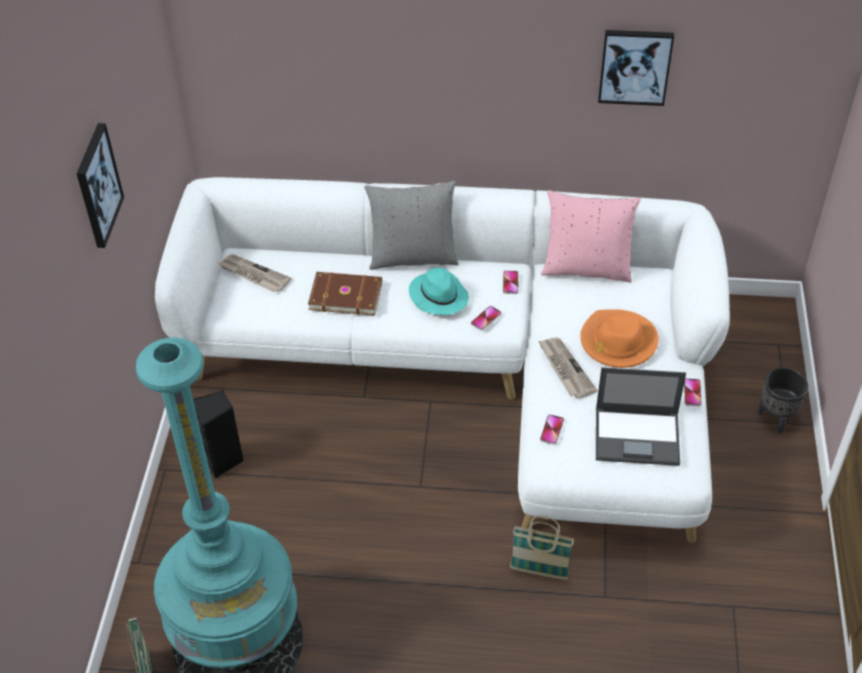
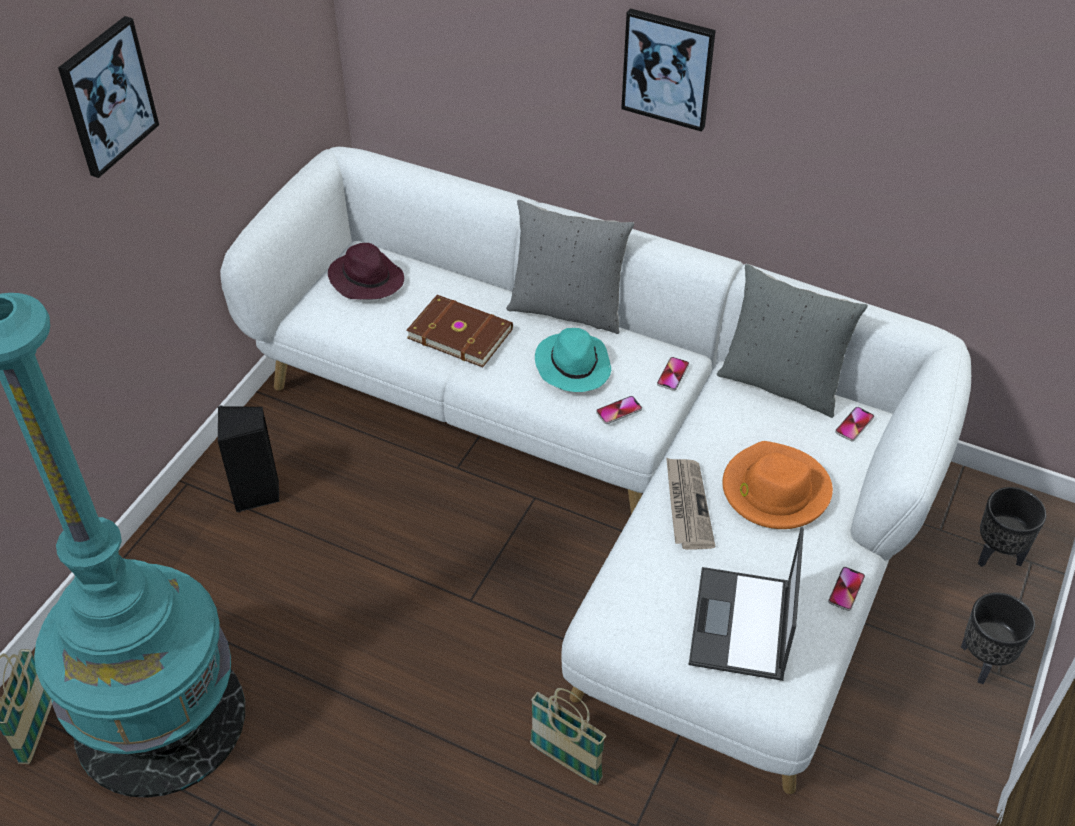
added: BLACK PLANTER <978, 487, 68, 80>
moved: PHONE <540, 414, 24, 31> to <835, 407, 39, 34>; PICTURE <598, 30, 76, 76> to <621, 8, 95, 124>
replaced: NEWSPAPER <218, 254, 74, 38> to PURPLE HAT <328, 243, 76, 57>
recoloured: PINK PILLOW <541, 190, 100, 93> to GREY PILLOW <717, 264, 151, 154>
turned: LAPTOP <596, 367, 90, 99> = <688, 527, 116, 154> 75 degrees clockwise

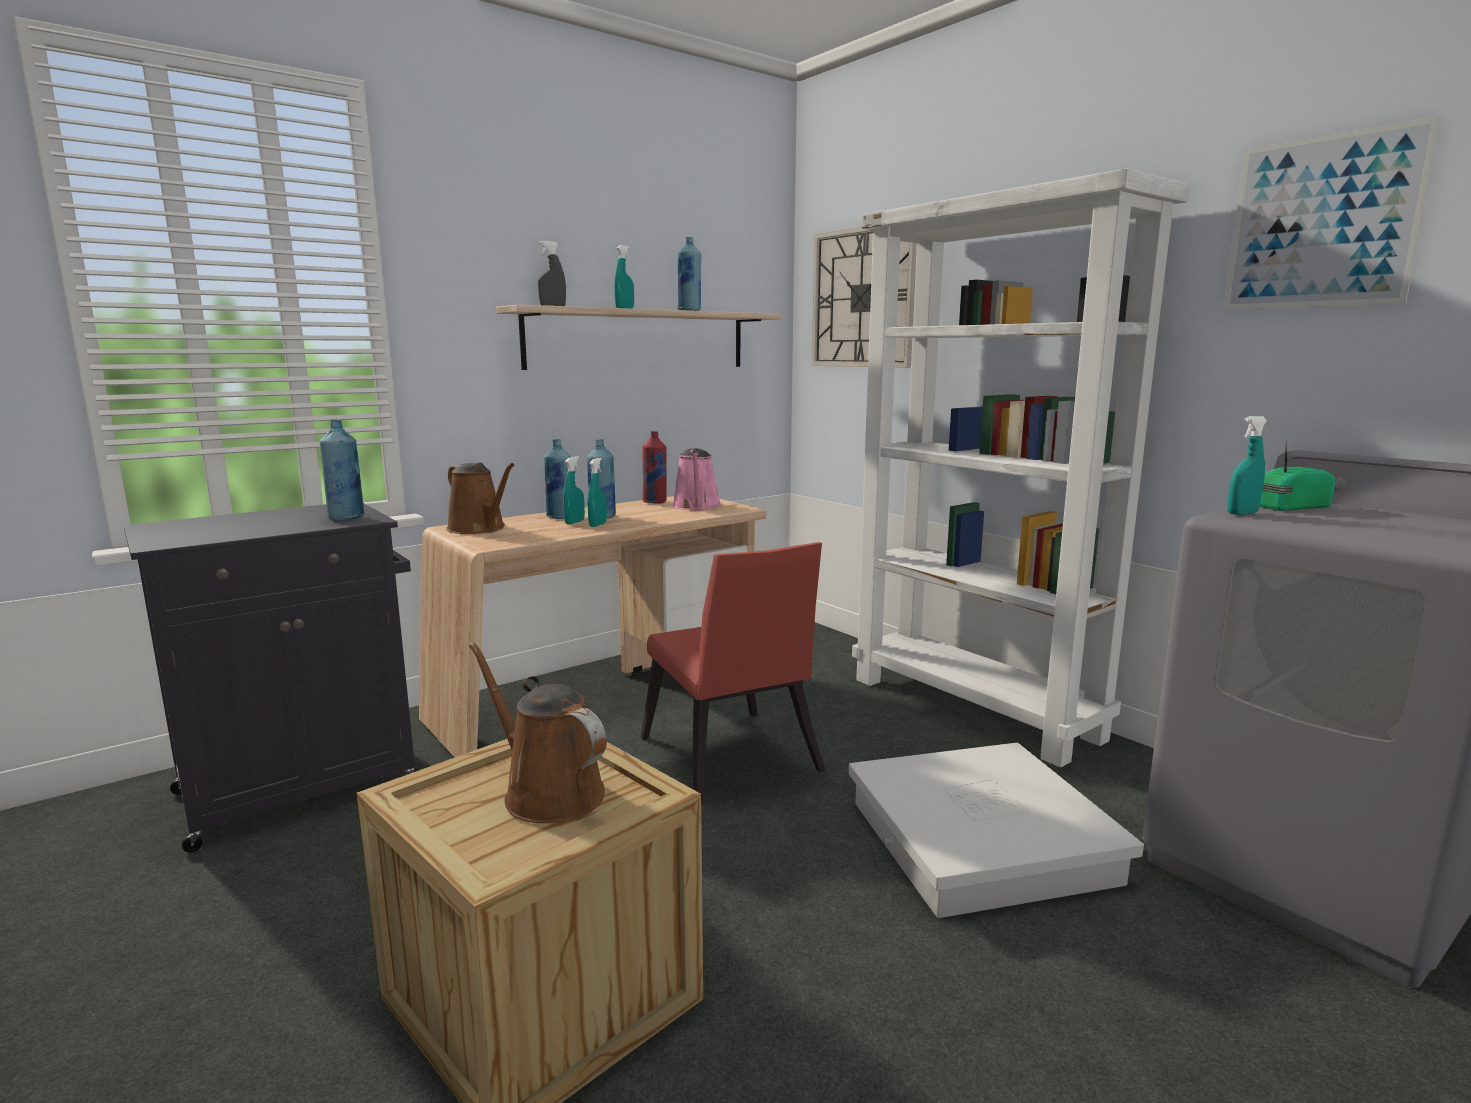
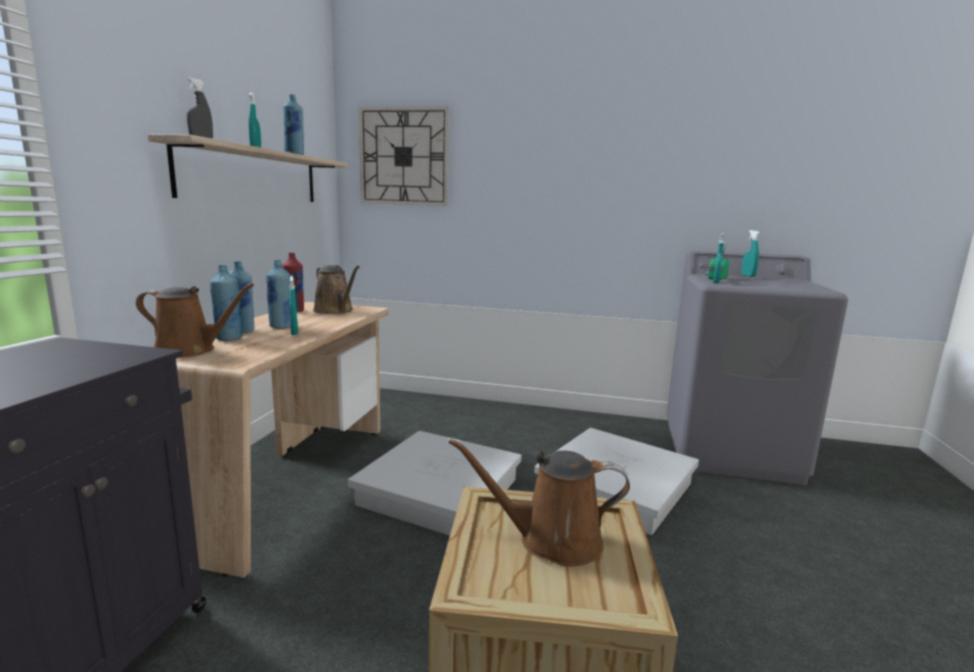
removed: WHITE BOOKCASE <852, 168, 338, 599>; PICTURE <1223, 116, 218, 194>
moved: BLUE BOTTLE <320, 419, 45, 102> to <210, 265, 33, 76>; TURQUOISE SPRAY BOTTLE <563, 456, 22, 68> to <741, 230, 19, 47>
replaced: RED CHAIR <641, 542, 185, 264> to WHITE STORAGE BOX <348, 431, 174, 105>
recoloured: PINK WATERING CAN <672, 448, 49, 62> to BROWN WATERING CAN <313, 265, 47, 49>

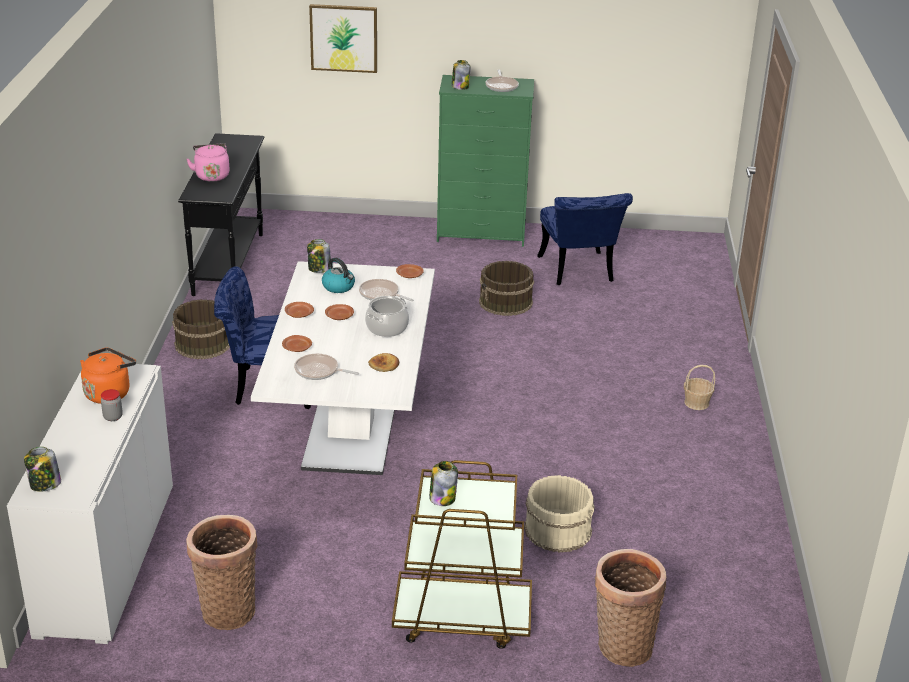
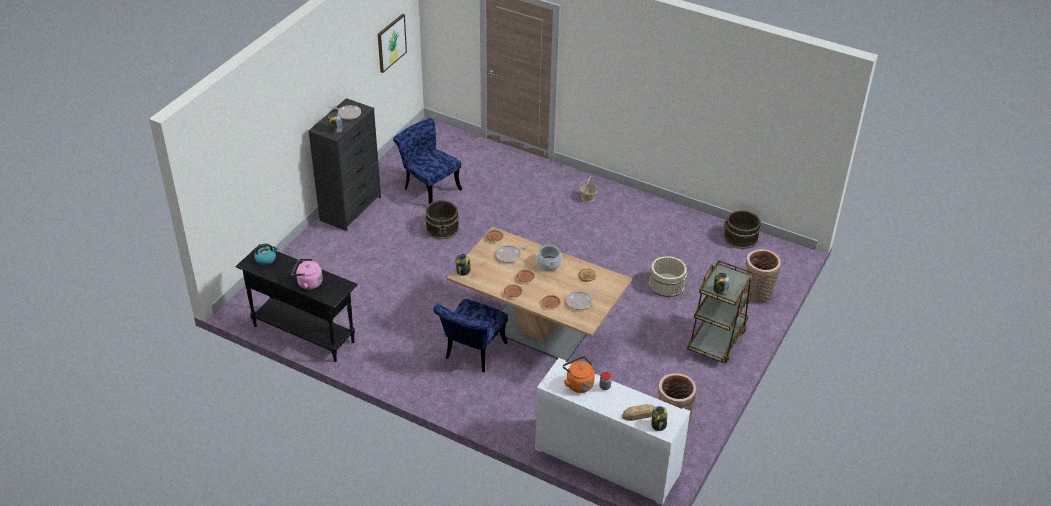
added: BREAD <622, 404, 33, 17>
moved: BROWN BUCKET <172, 299, 58, 61> to <723, 210, 38, 39>; PICTURE <309, 4, 68, 69> to <378, 14, 29, 59>; KETTLE <322, 258, 33, 35> to <254, 244, 24, 21>
recoloured: WHITE DINING TABLE <251, 261, 184, 214> to BROWN DINING TABLE <447, 227, 185, 135>; GREEN DRESSER <437, 75, 97, 172> to BLACK DRESSER <308, 98, 73, 133>
turned: BLUE CHAIR <537, 193, 96, 92> = <393, 118, 69, 86> 150 degrees counterclockwise

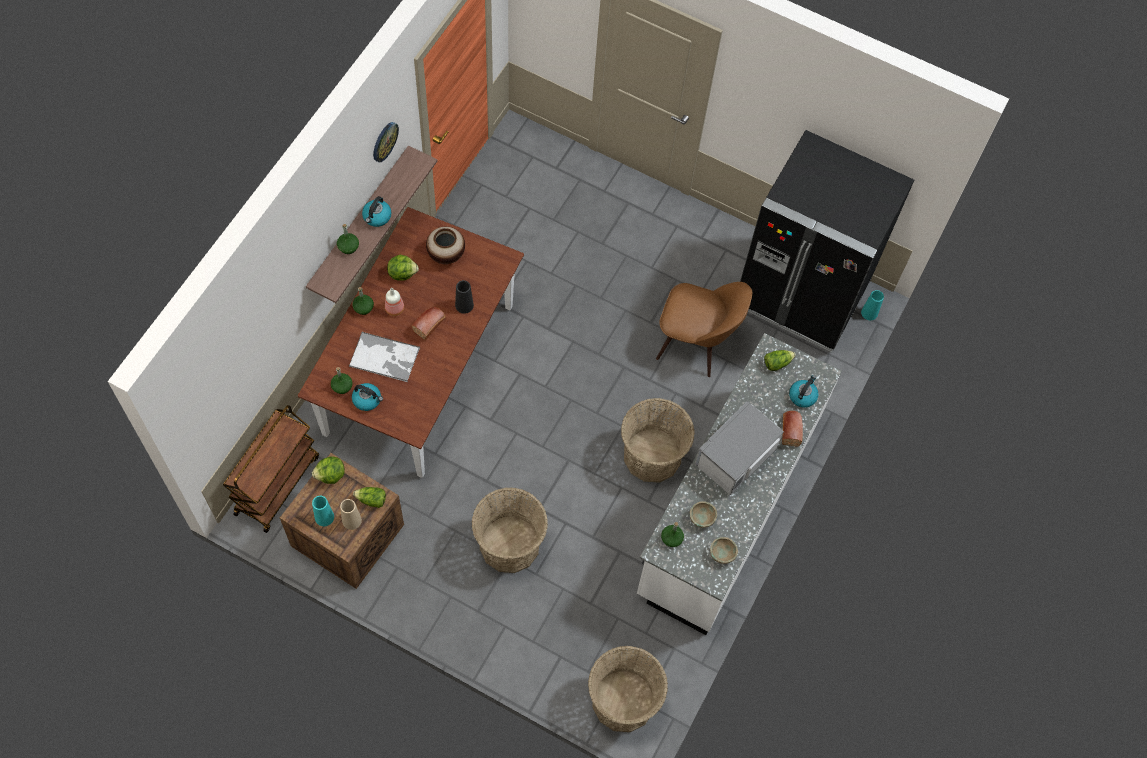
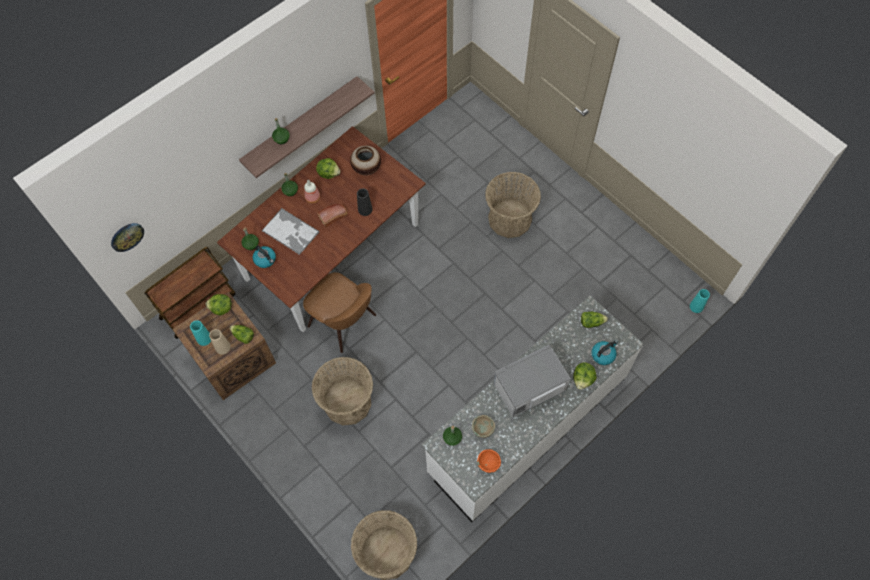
removed: KETTLE <362, 196, 30, 31>; BLACK FRIDGE <740, 130, 174, 222>
moved: WALL CLOCK <373, 122, 26, 40> to <111, 223, 33, 29>; BASKET <621, 398, 73, 85> to <485, 172, 56, 66>; BROWN CHAIR <656, 282, 96, 95> to <303, 272, 73, 81>
replaced: BREAD <782, 411, 21, 36> to LETTUCE <573, 362, 24, 28>
recoloured: BEIGE BOWL <710, 537, 28, 27> to ORANGE BOWL <477, 449, 24, 24>

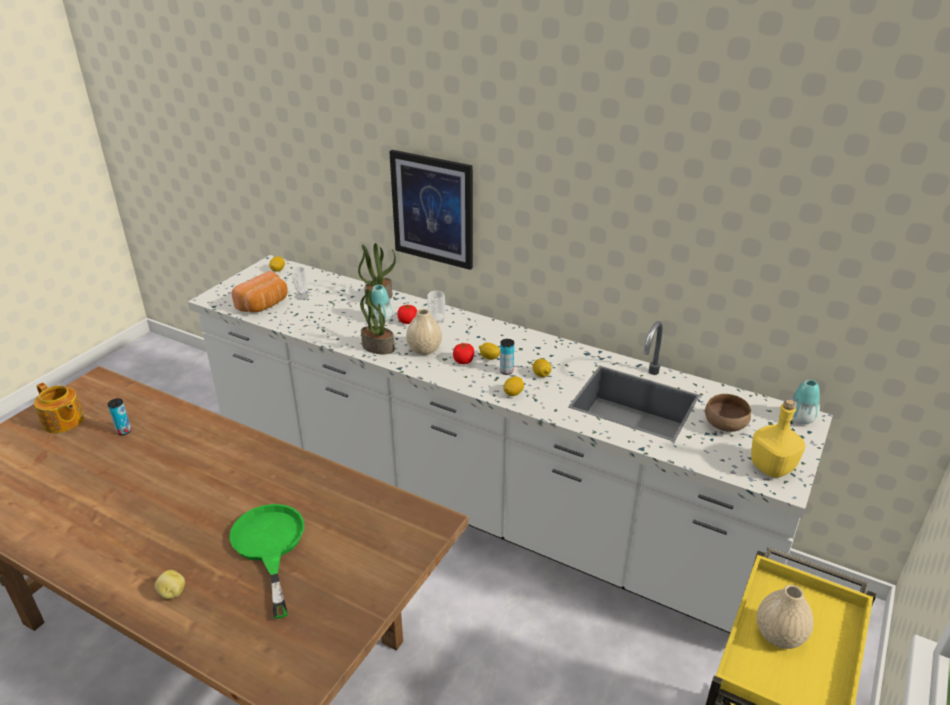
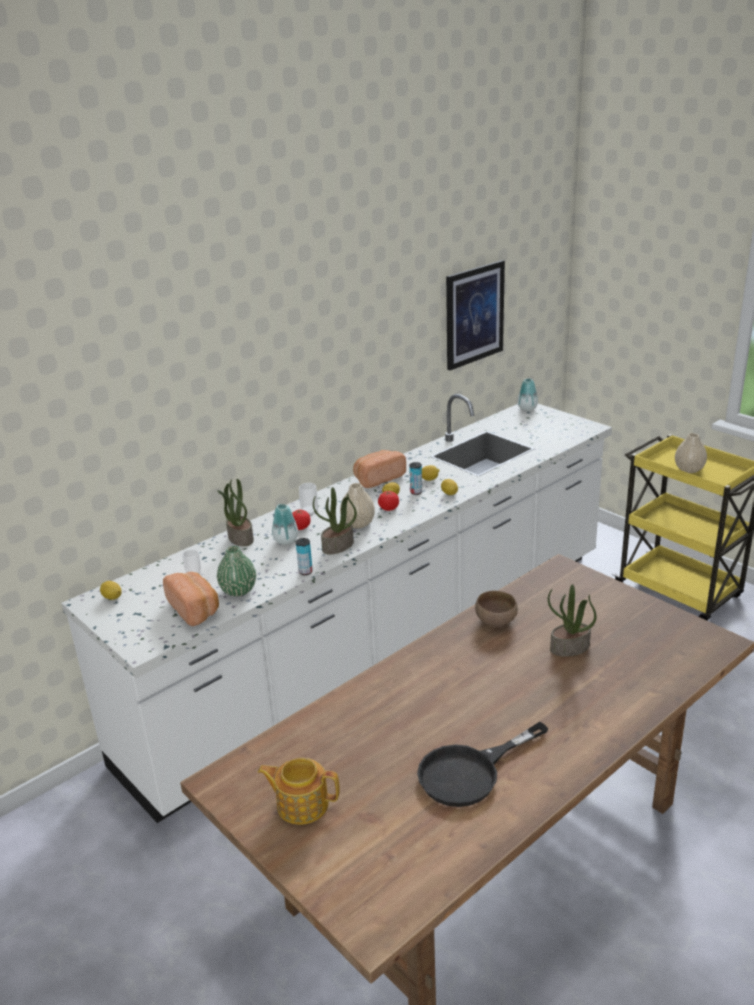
removed: POTATO <155, 570, 30, 29>; YELLOW BOTTLE <751, 400, 55, 78>
added: GREEN VASE <217, 546, 39, 50>; BREAD <353, 450, 53, 38>; BLACK FRYING PAN <417, 722, 131, 85>
moved: CAN <107, 398, 24, 37> to <296, 538, 17, 37>; PICTURE <389, 150, 84, 120> to <446, 260, 59, 111>; BROWN BOWL <705, 394, 46, 38> to <475, 590, 43, 36>
replaced: GREEN FRYING PAN <229, 504, 75, 115> to POTTED PLANT <548, 584, 49, 73>
turned: TEAPOT <34, 383, 50, 50> = <258, 758, 82, 67> 135 degrees counterclockwise

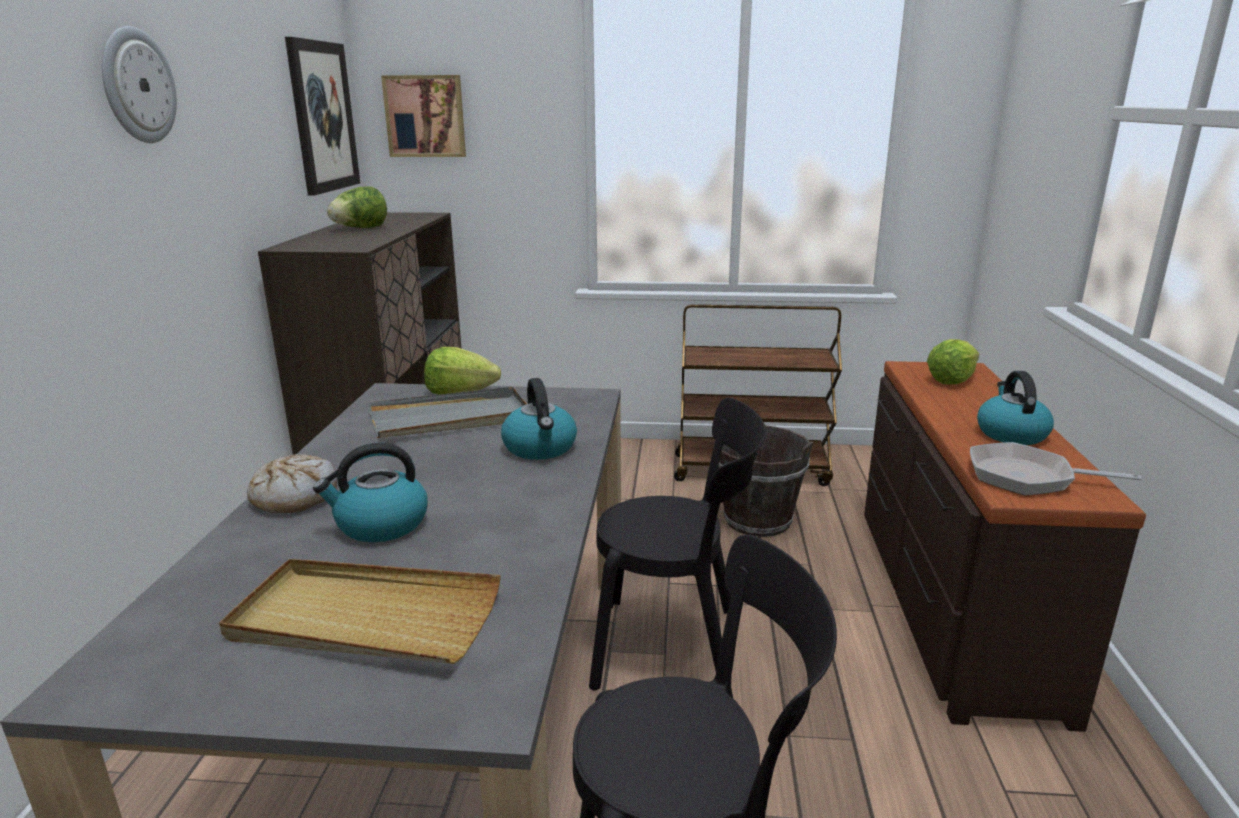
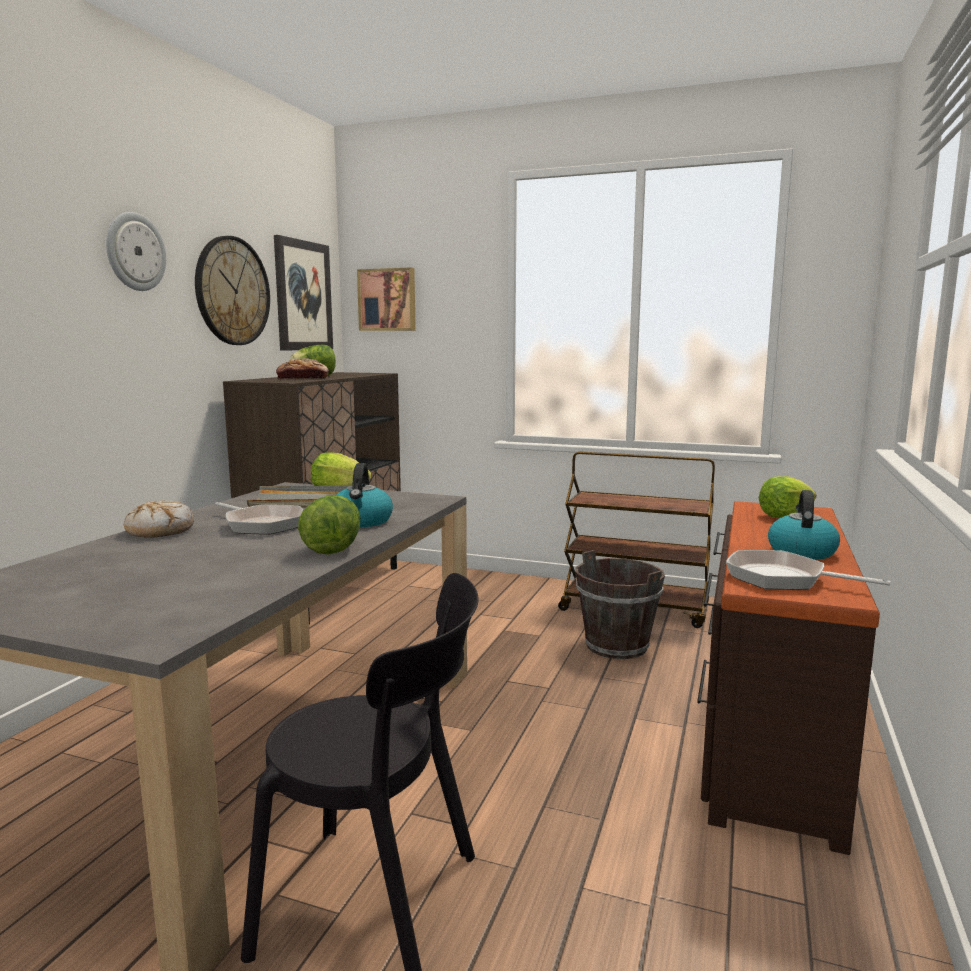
removed: BEIGE TRAY <219, 559, 282, 105>; KETTLE <313, 443, 115, 99>; BLACK CHAIR <589, 398, 177, 300>
added: WALL CLOCK <195, 236, 75, 109>; FRYING PAN <215, 502, 88, 32>; BREAD <276, 358, 53, 21>; LETTUCE <298, 496, 62, 59>

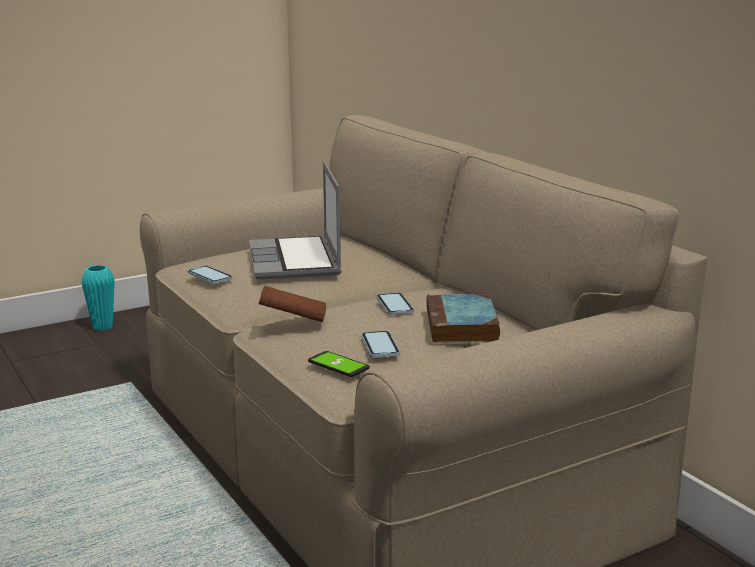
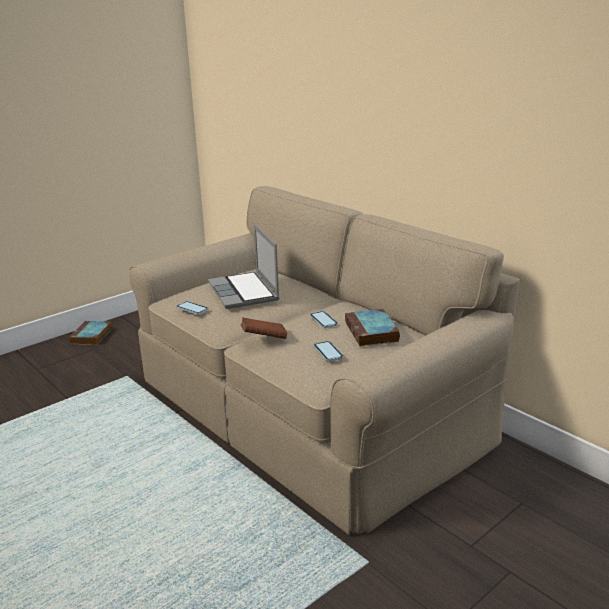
removed: PHONE <308, 351, 62, 26>
replaced: TURQUOISE VASE <82, 265, 33, 66> to BOOK <69, 321, 43, 24>

